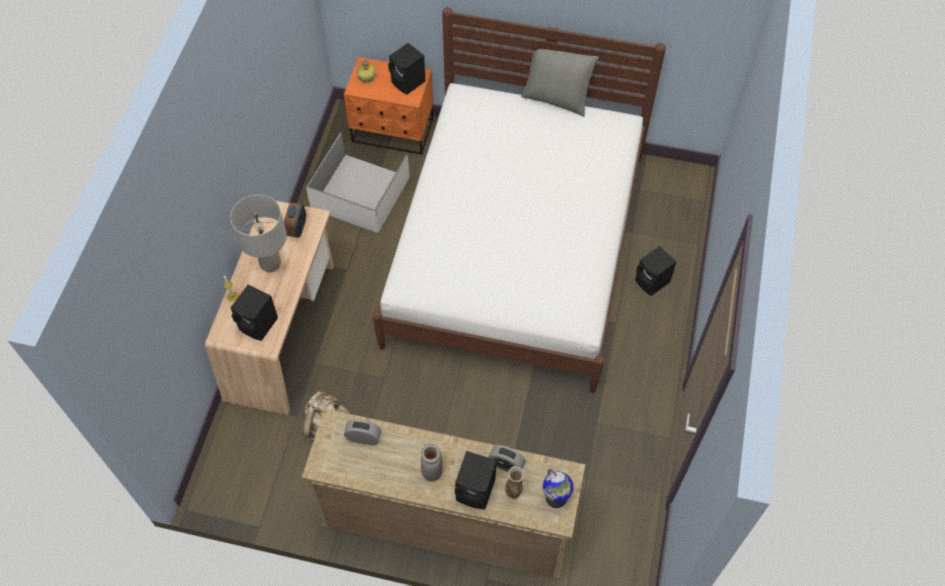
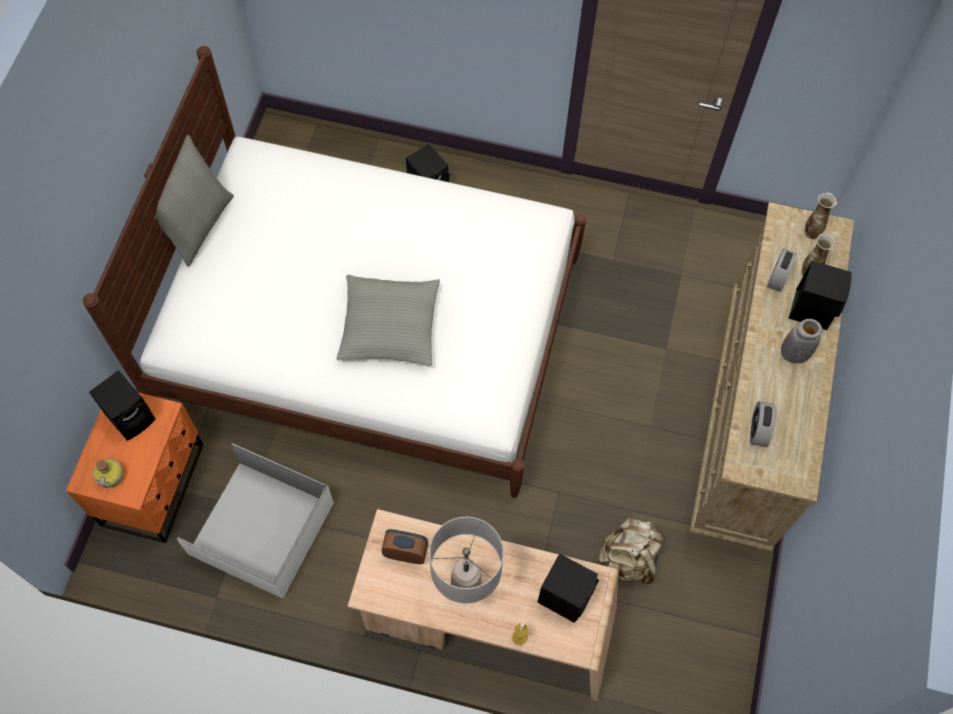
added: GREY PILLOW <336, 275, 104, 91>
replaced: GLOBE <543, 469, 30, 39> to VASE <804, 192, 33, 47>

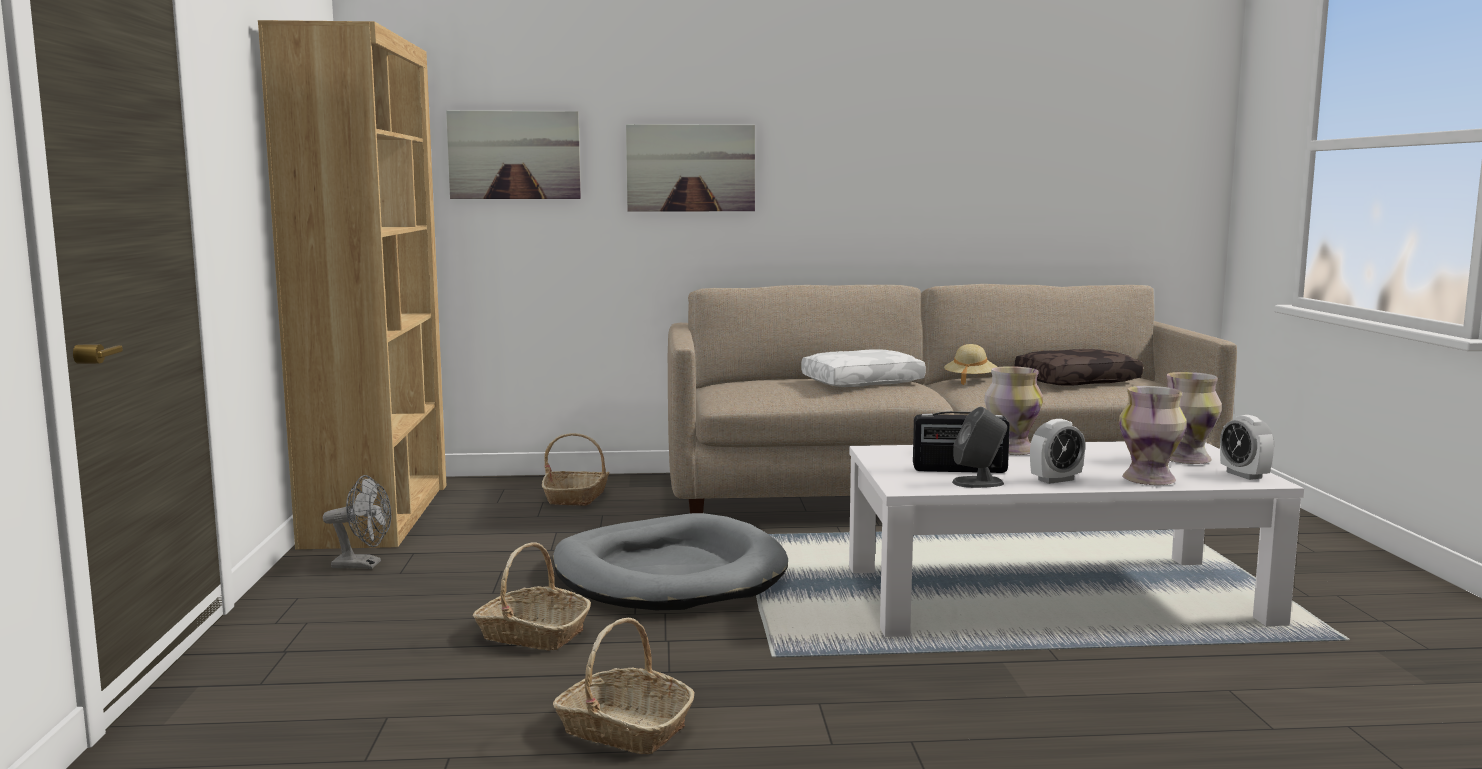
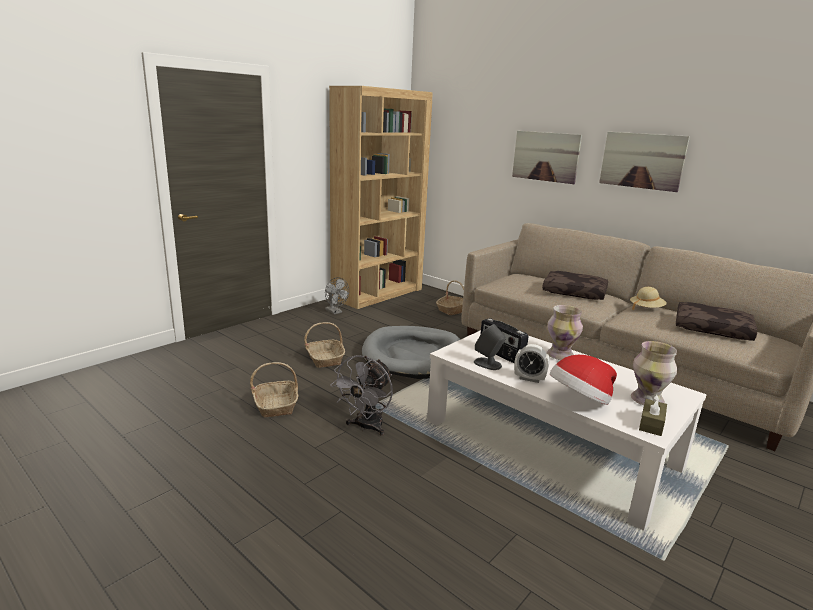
added: GREY FAN <330, 355, 63, 81>
moved: PICTURE <446, 110, 135, 89> to <599, 132, 91, 60>
replaced: VASE <1119, 386, 68, 99> to HAT <550, 355, 67, 50>; ALARM CLOCK <1220, 415, 54, 65> to BROWN TISSUE BOX <639, 394, 28, 42>
recoloured: WHITE PILLOW <801, 349, 125, 38> to BROWN PILLOW <542, 271, 66, 29>

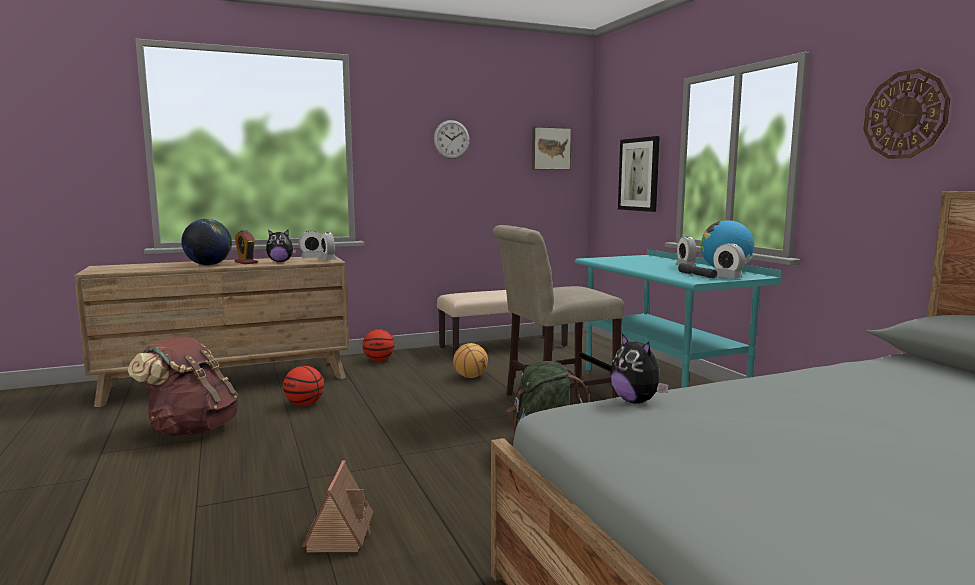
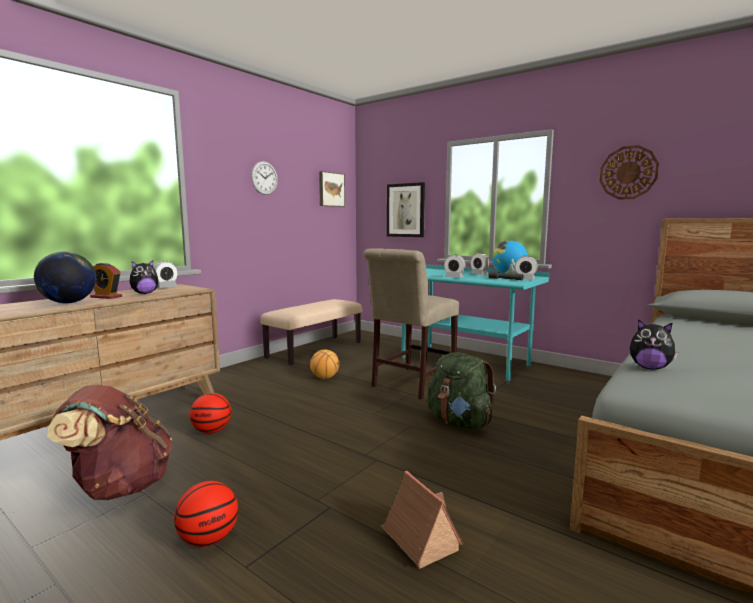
moved: ALARM CLOCK <320, 232, 17, 28> to <444, 255, 22, 23>; BASKETBALL <362, 329, 33, 32> to <174, 481, 64, 66>

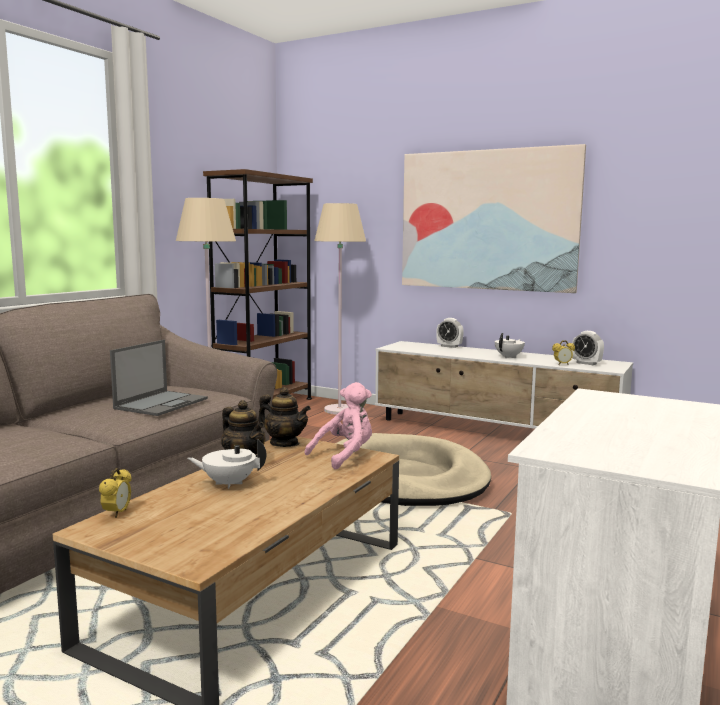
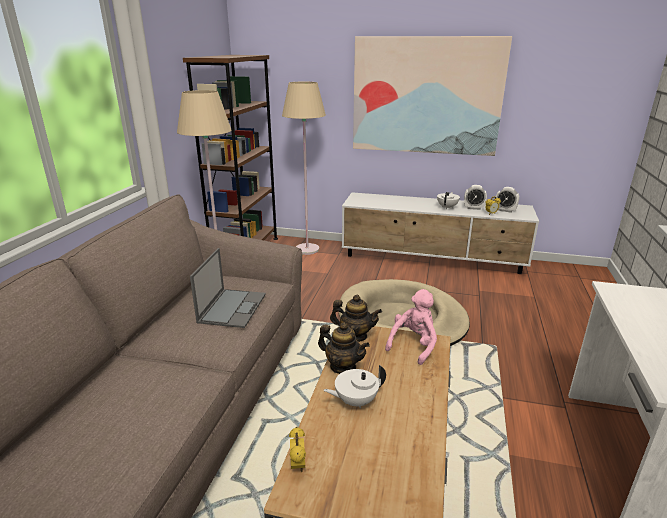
moved: ALARM CLOCK <436, 318, 28, 30> to <464, 185, 23, 25>

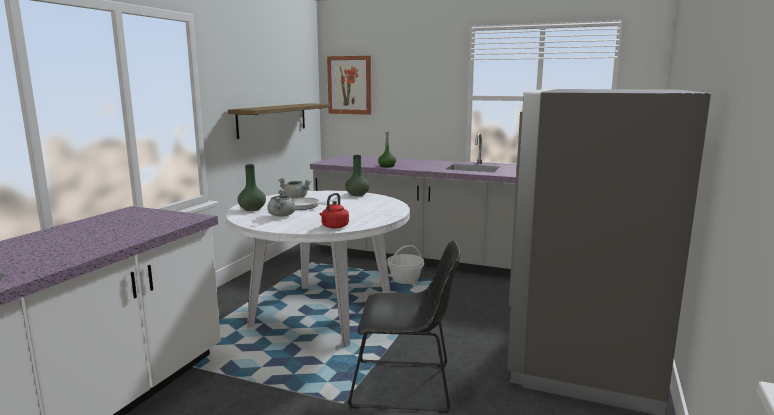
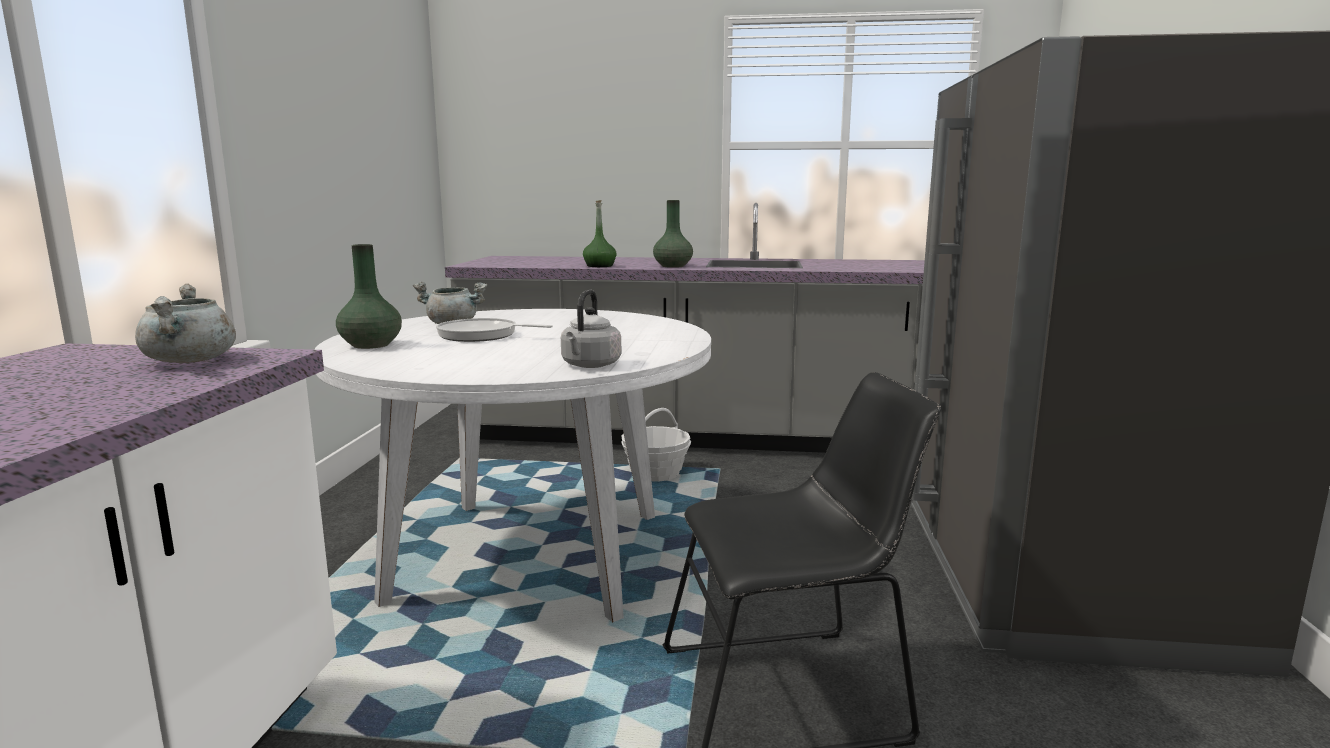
removed: SHELF <228, 103, 102, 36>; PICTURE <327, 56, 44, 59>
moved: GREY COOKING POT <267, 190, 29, 26> to <135, 284, 101, 79>; GREEN VASE <345, 155, 25, 41> to <653, 200, 40, 68>
recoloured: RED KETTLE <320, 193, 29, 35> to GREY KETTLE <561, 290, 60, 78>

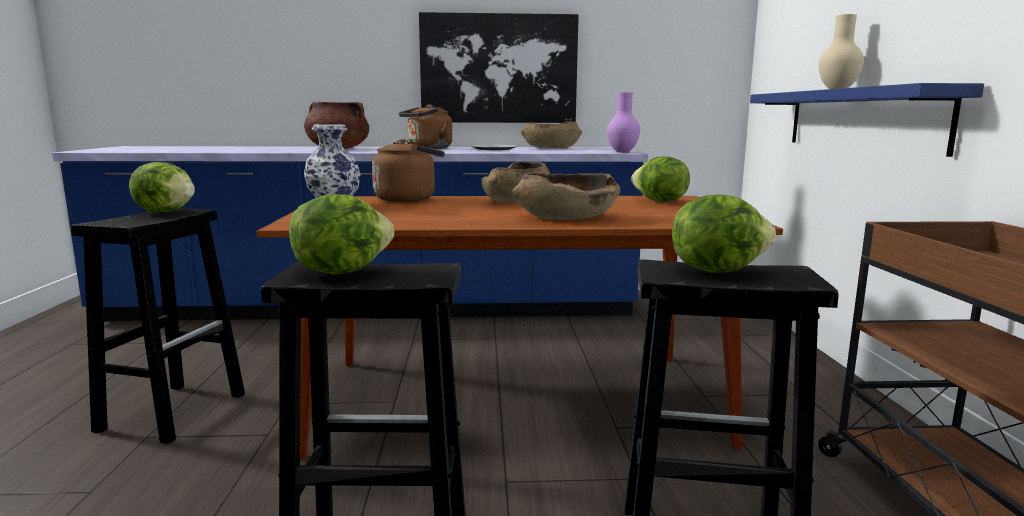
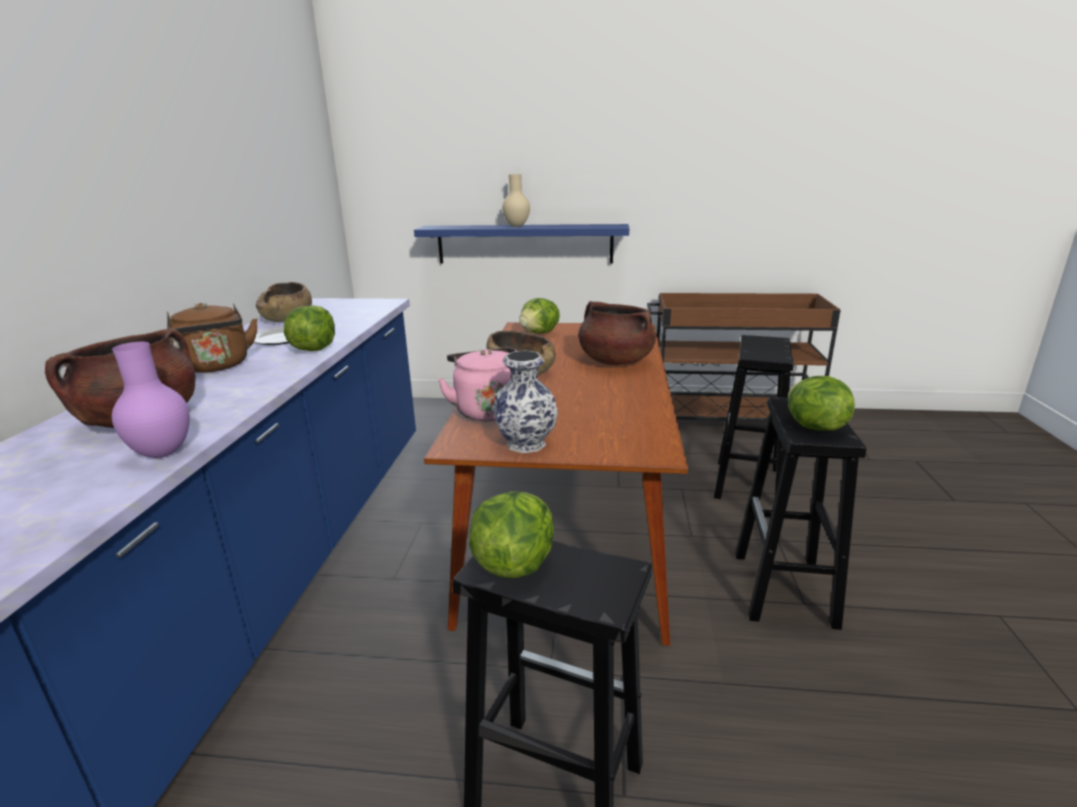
removed: PICTURE <419, 12, 160, 111>
moved: PURPLE VASE <607, 92, 33, 60> to <112, 342, 78, 116>; LETTUCE <672, 194, 104, 79> to <284, 305, 51, 46>
replaced: BROWN BOWL <512, 173, 109, 47> to BROWN COOKING POT <578, 301, 78, 64>
recoloured: BROWN KETTLE <372, 139, 73, 63> to PINK KETTLE <438, 347, 78, 74>

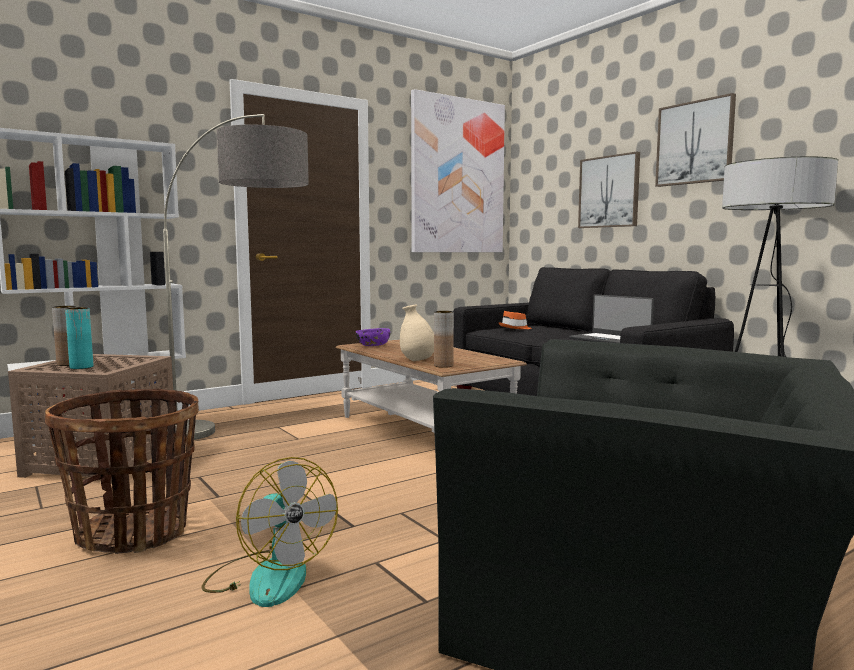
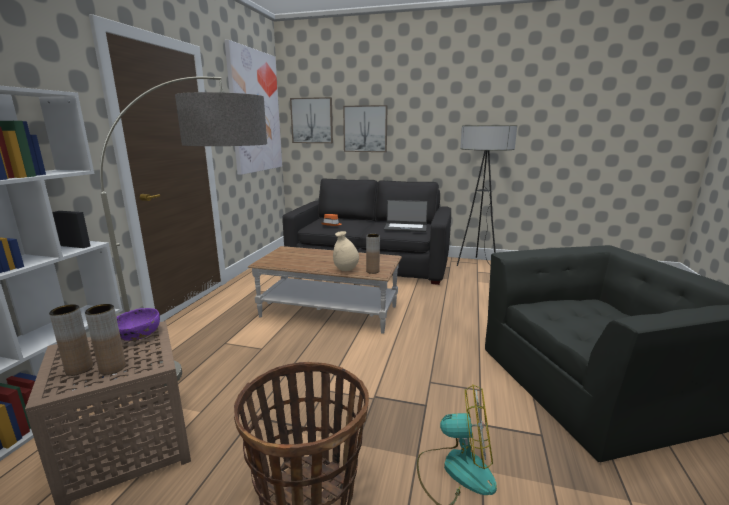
moved: PURPLE BOWL <356, 328, 34, 18> to <116, 308, 44, 33>; PICTURE <655, 93, 81, 94> to <290, 97, 43, 46>
recoloured: TURQUOISE VASE <65, 307, 28, 62> to BROWN VASE <85, 304, 41, 71>

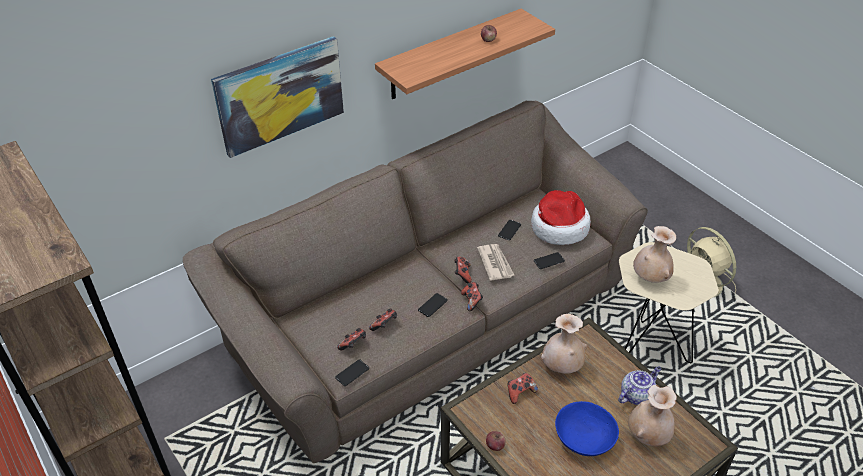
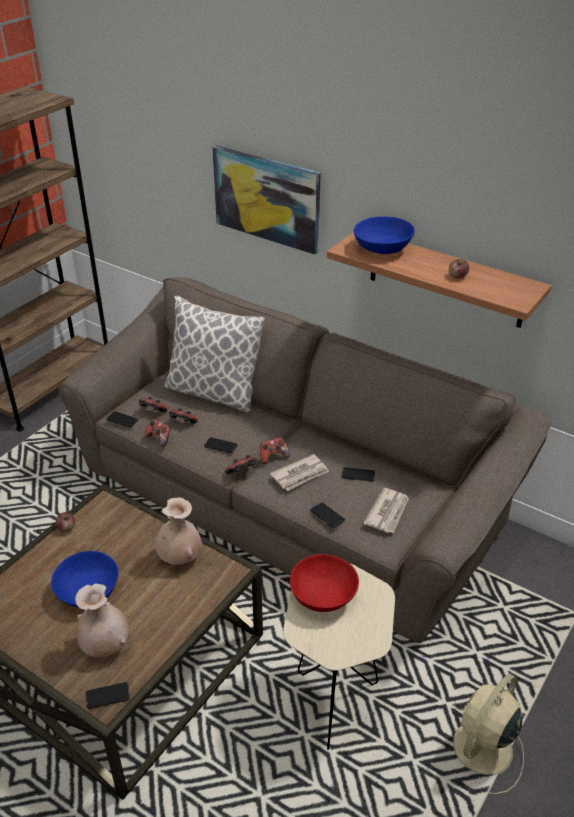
removed: TEAPOT <618, 366, 43, 39>
added: PHONE <86, 682, 44, 27>; PILLOW <164, 296, 101, 116>; BLUE BOWL <354, 216, 61, 38>
moved: GAME CONTROLLER <507, 373, 31, 31> to <144, 419, 27, 28>
replaced: HAT <531, 190, 60, 55> to NEWSPAPER <363, 488, 46, 45>; BEIGE VASE <633, 226, 43, 57> to RED BOWL <290, 554, 69, 58>

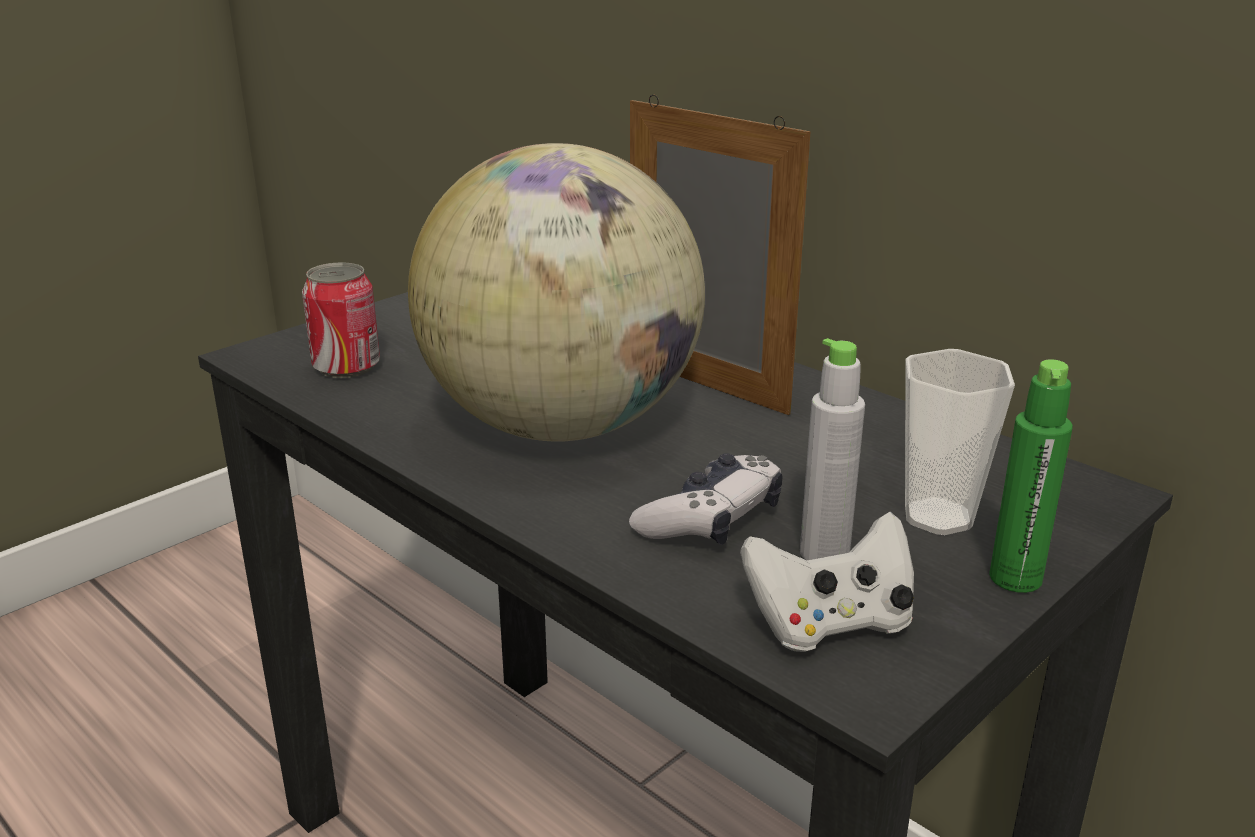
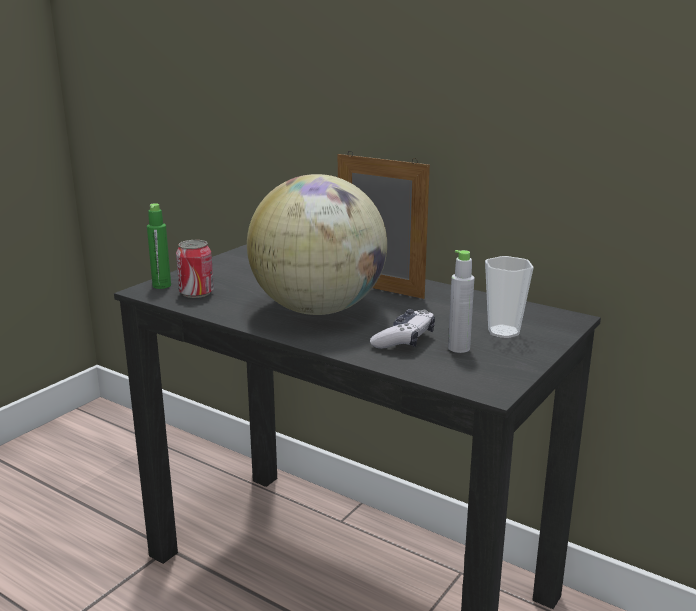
removed: WHITE GAME CONTROLLER <740, 512, 174, 140>
moved: GREEN BOTTLE <989, 359, 84, 234> to <147, 203, 24, 86>

